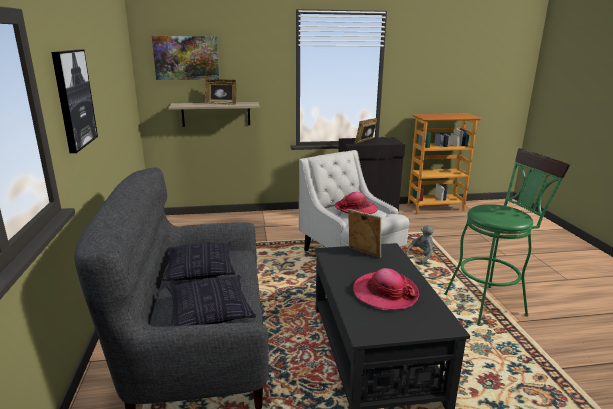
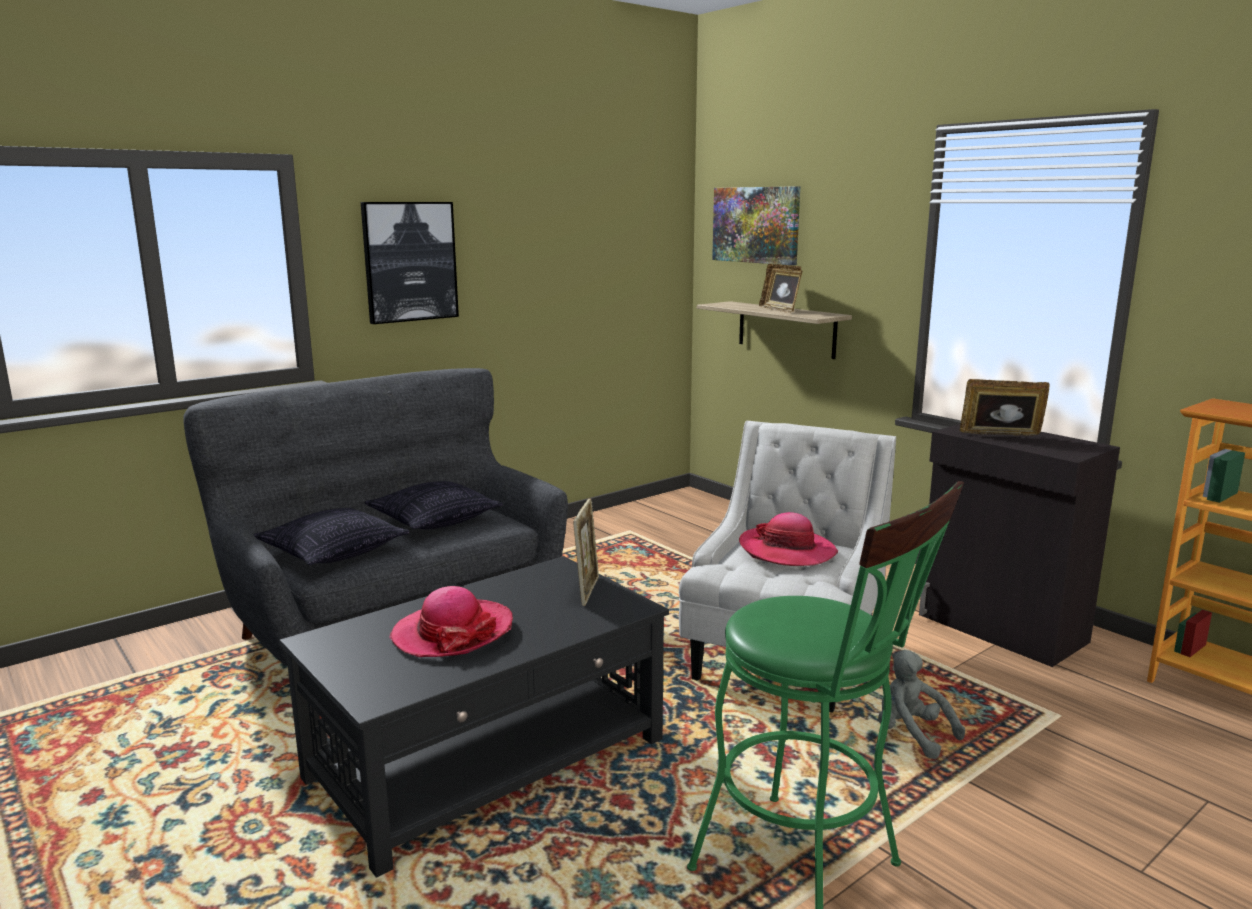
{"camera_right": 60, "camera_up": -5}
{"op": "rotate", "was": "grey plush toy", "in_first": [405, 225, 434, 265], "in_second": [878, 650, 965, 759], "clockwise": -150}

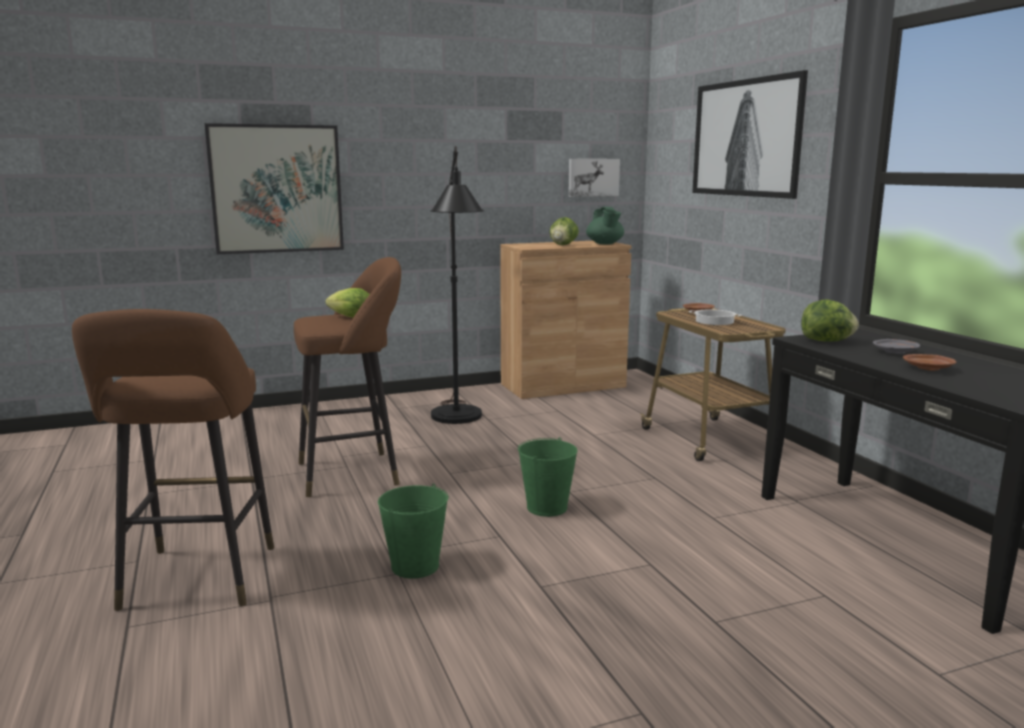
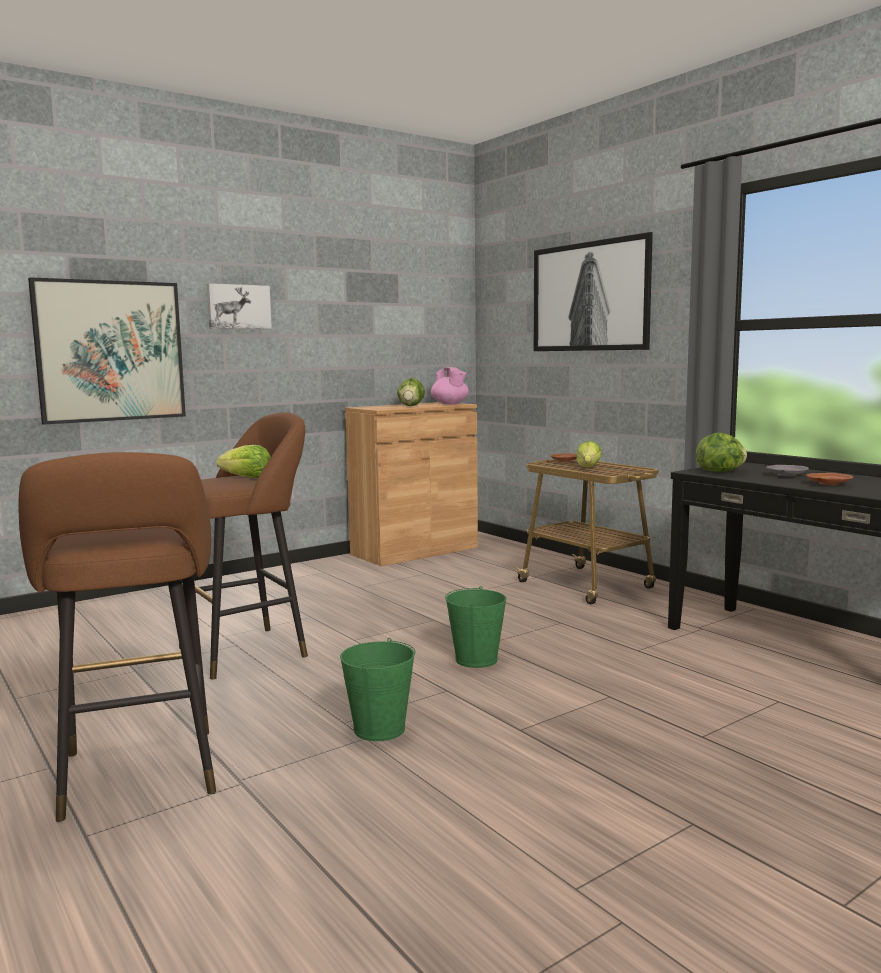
{"camera_right": -15, "camera_up": -5}
{"op": "delete", "was": "black floor lamp", "in_first": [430, 146, 484, 424]}
{"op": "move", "was": "picture", "in_first": [568, 159, 620, 197], "in_second": [207, 283, 272, 329]}
{"op": "recolor", "was": "green teapot", "now": "pink teapot", "in_first": [586, 207, 624, 244], "in_second": [431, 367, 469, 404]}
{"op": "replace", "was": "cooking pot", "now": "lettuce", "in_first": [689, 309, 742, 325], "in_second": [576, 441, 602, 467]}

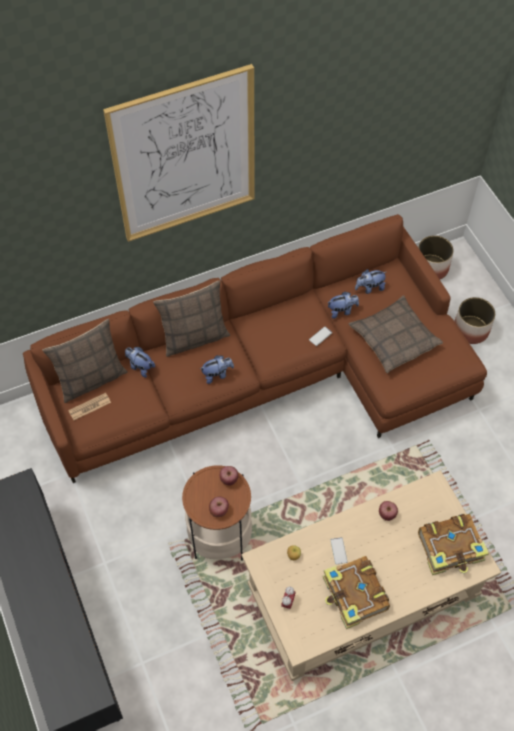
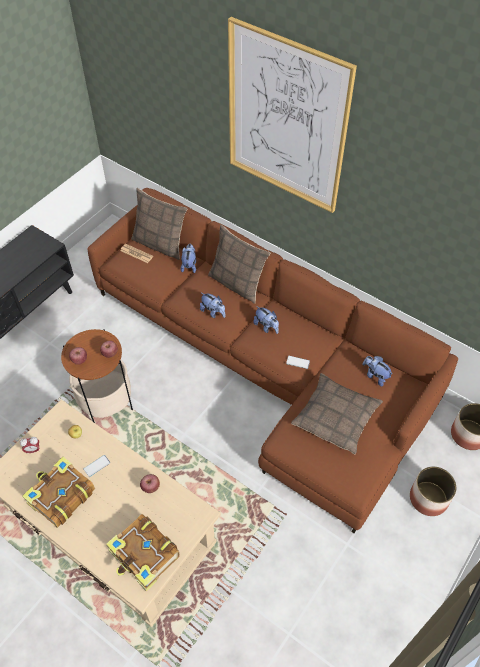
{"camera_right": 60, "camera_up": -5}
{"op": "move", "was": "plush toy", "in_first": [327, 292, 359, 319], "in_second": [253, 306, 279, 334]}

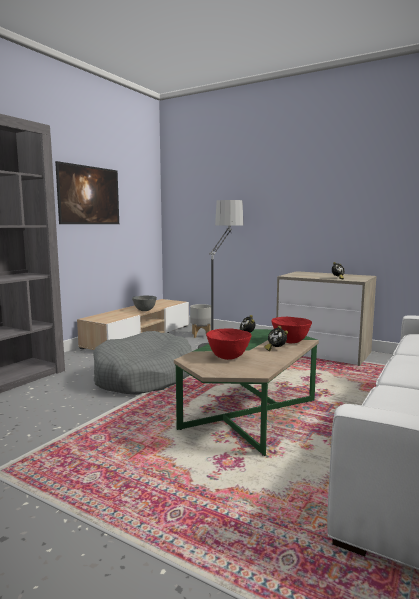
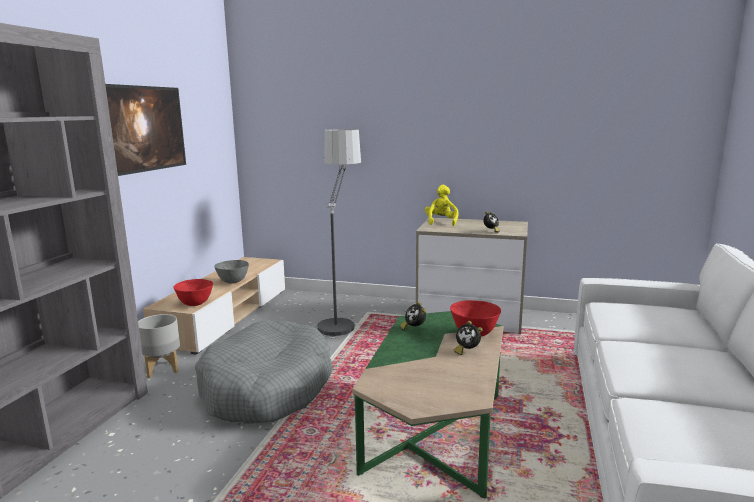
{"camera_right": -15, "camera_up": 5}
{"op": "move", "was": "grey planter", "in_first": [190, 304, 211, 338], "in_second": [138, 314, 180, 378]}
{"op": "move", "was": "red bowl", "in_first": [206, 328, 252, 360], "in_second": [174, 279, 213, 306]}
{"op": "insert", "now": "yellow plush toy", "in_second": [425, 185, 458, 226]}

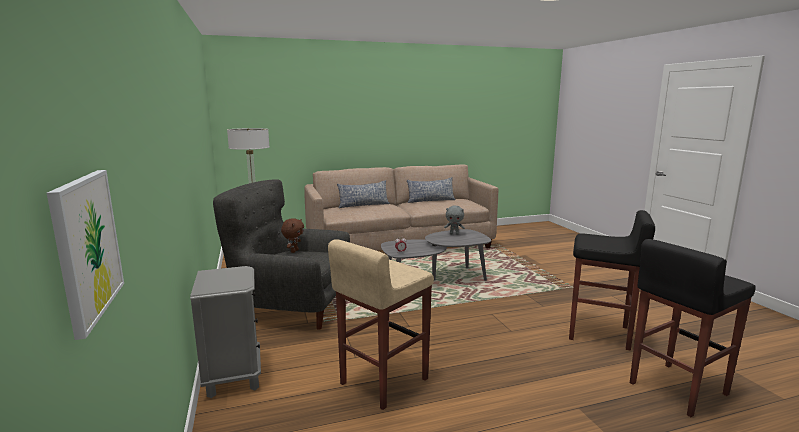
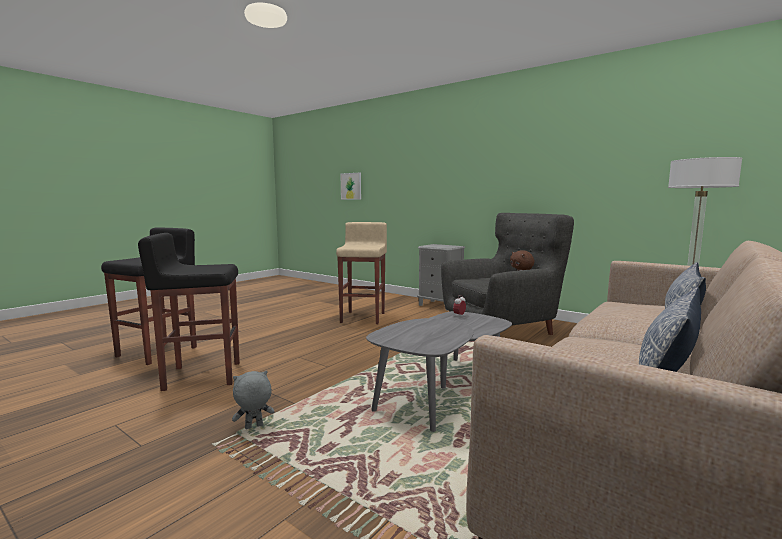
{"camera_right": 145, "camera_up": -5}
{"op": "move", "was": "grey plush toy", "in_first": [444, 206, 465, 235], "in_second": [232, 371, 274, 429]}

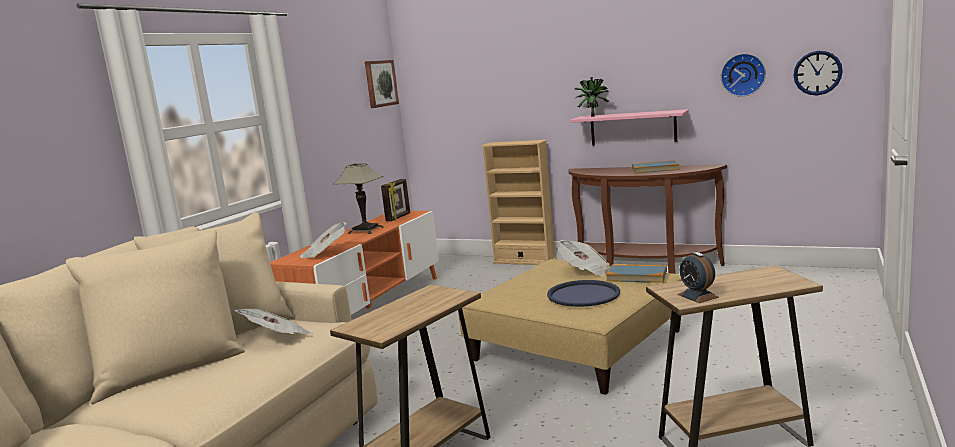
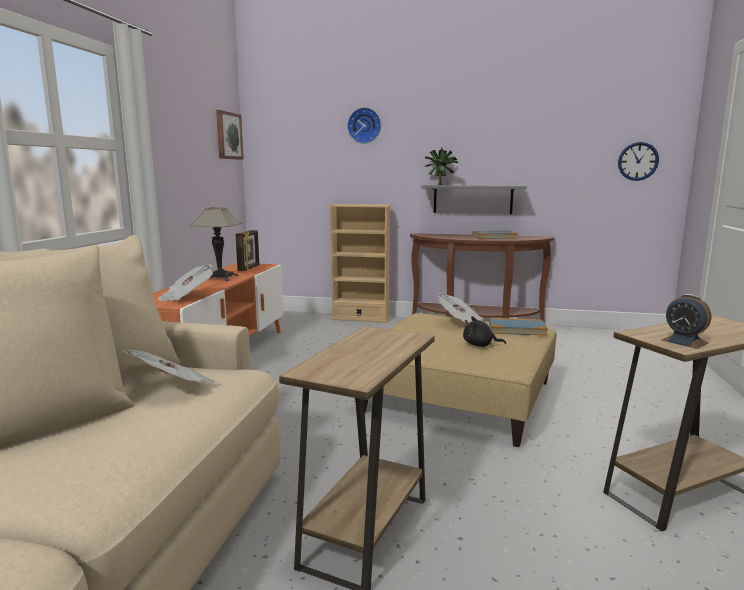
{"camera_right": -15, "camera_up": 0}
{"op": "replace", "was": "blue tray", "now": "black plush toy", "in_first": [547, 280, 620, 307], "in_second": [463, 316, 506, 347]}
{"op": "recolor", "was": "pink shelf", "now": "grey shelf", "in_first": [570, 109, 689, 146], "in_second": [421, 185, 527, 214]}
{"op": "move", "was": "wall clock", "in_first": [721, 53, 766, 97], "in_second": [347, 107, 381, 144]}

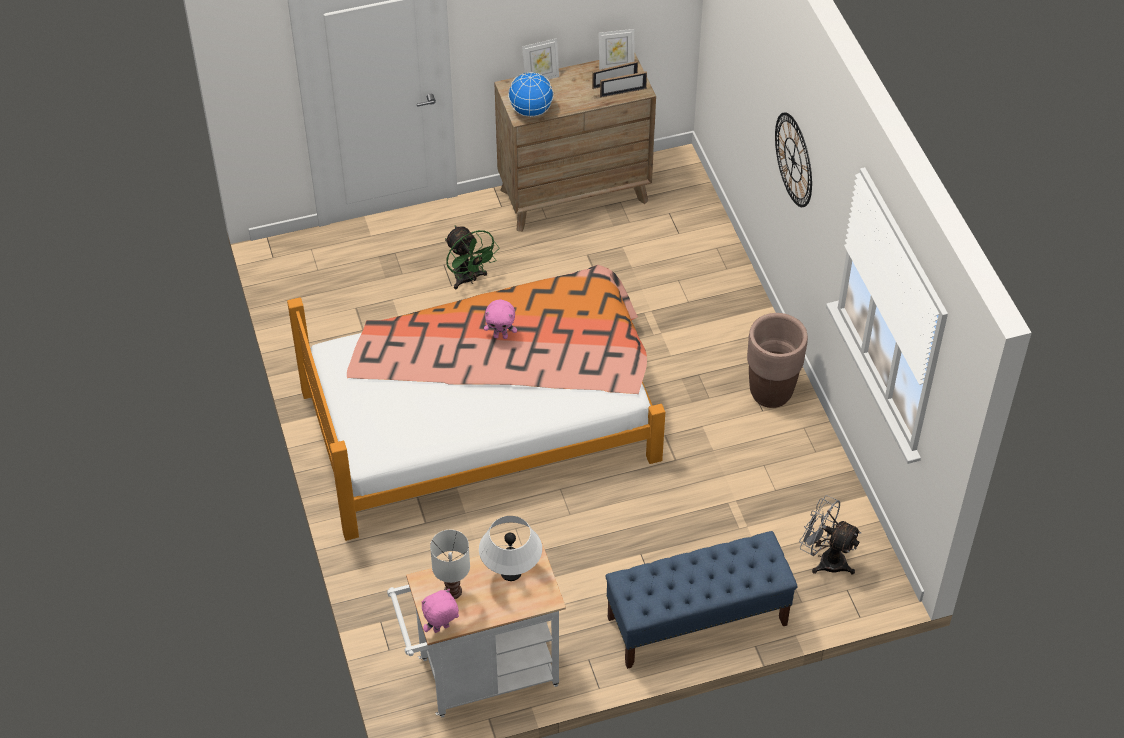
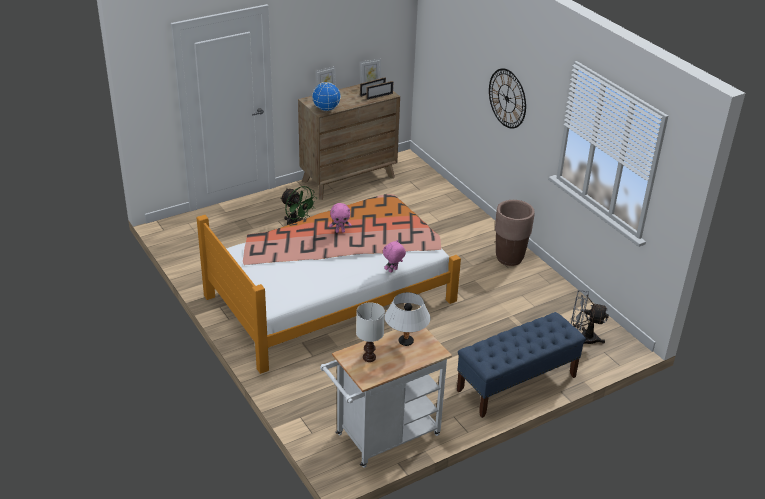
{"camera_right": -15, "camera_up": -15}
{"op": "move", "was": "pink plush toy", "in_first": [421, 589, 459, 633], "in_second": [383, 240, 406, 273]}

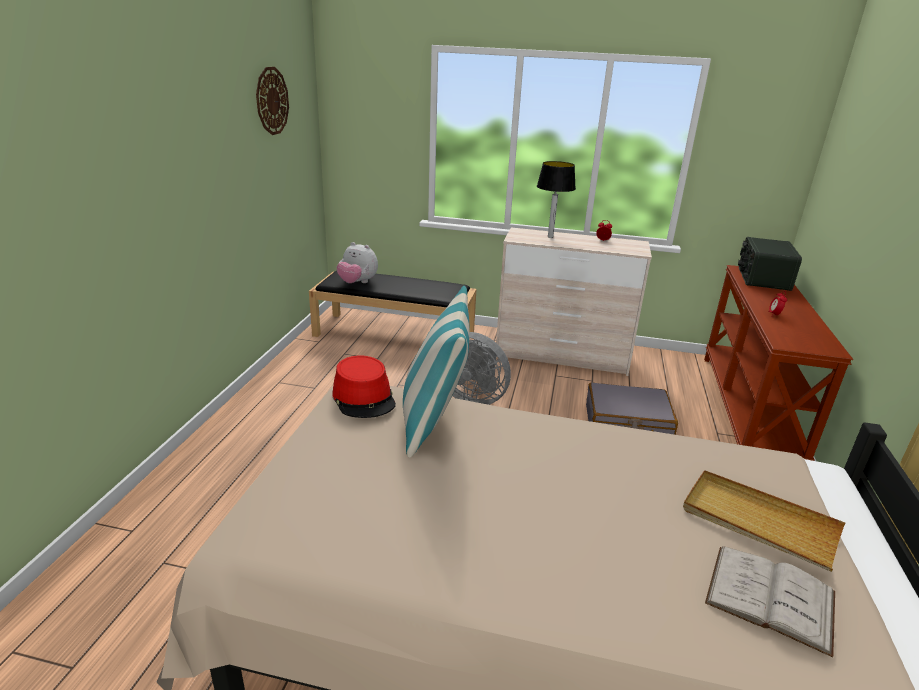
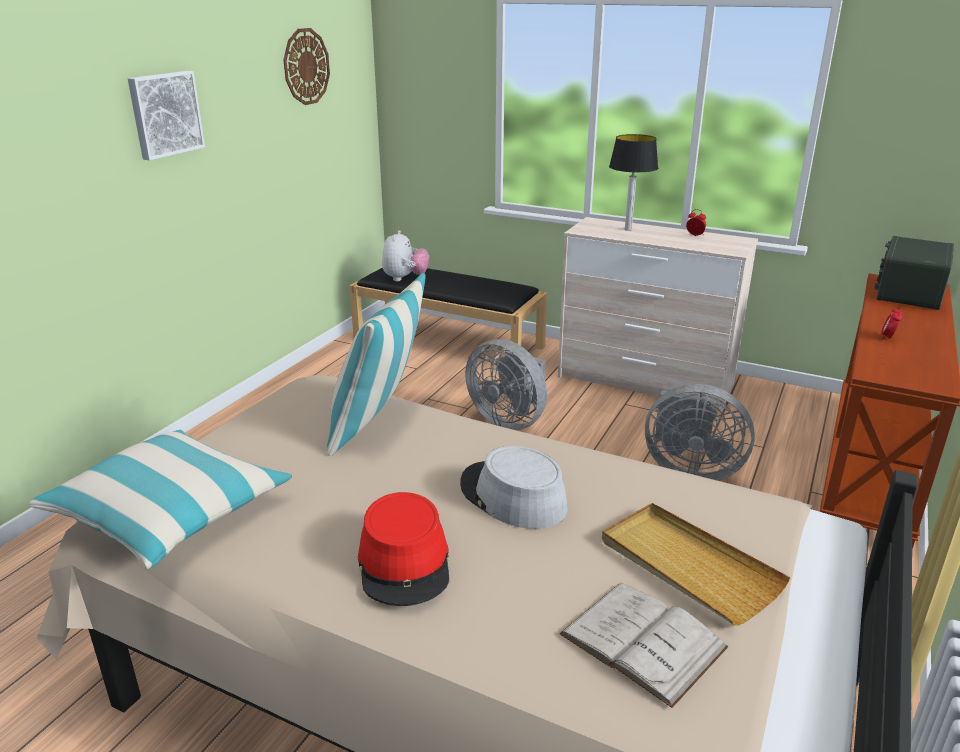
{"camera_right": 15, "camera_up": 0}
{"op": "move", "was": "red hat", "in_first": [332, 355, 396, 418], "in_second": [358, 492, 449, 606]}
{"op": "rotate", "was": "plush toy", "in_first": [337, 242, 378, 283], "in_second": [382, 230, 429, 281], "clockwise": -120}
{"op": "replace", "was": "grey suitcase", "now": "grey fan", "in_first": [586, 382, 678, 435], "in_second": [645, 384, 755, 481]}
{"op": "insert", "now": "pillow", "in_second": [28, 429, 292, 569]}
{"op": "insert", "now": "picture", "in_second": [128, 71, 205, 160]}
{"op": "insert", "now": "grey hat", "in_second": [460, 446, 568, 529]}

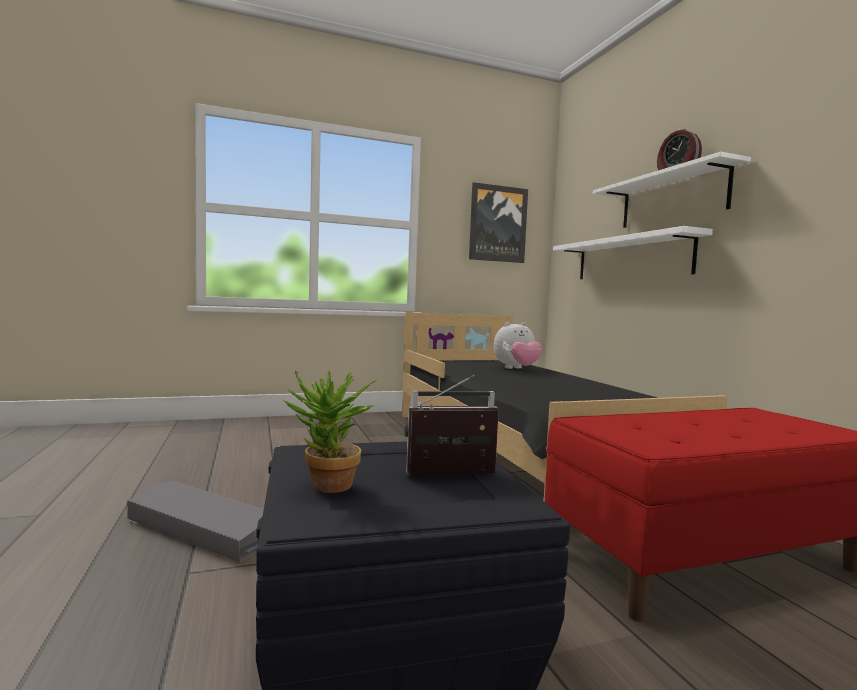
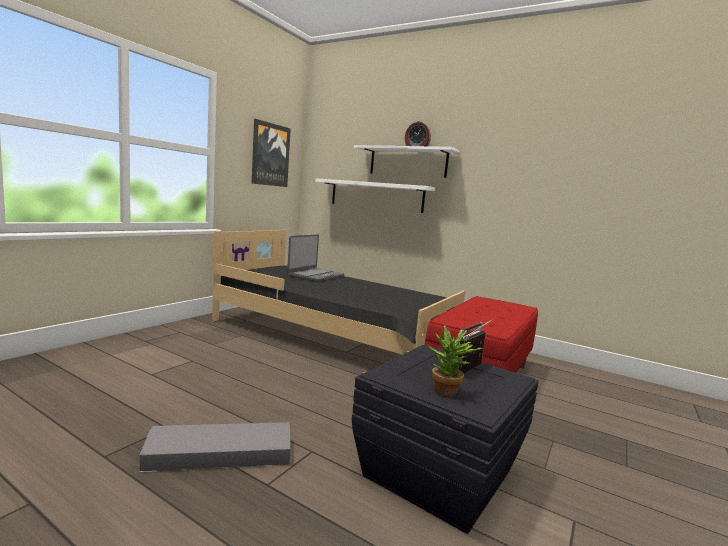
{"camera_right": -40, "camera_up": 5}
{"op": "replace", "was": "plush toy", "now": "laptop", "in_first": [494, 322, 542, 369], "in_second": [287, 234, 344, 282]}

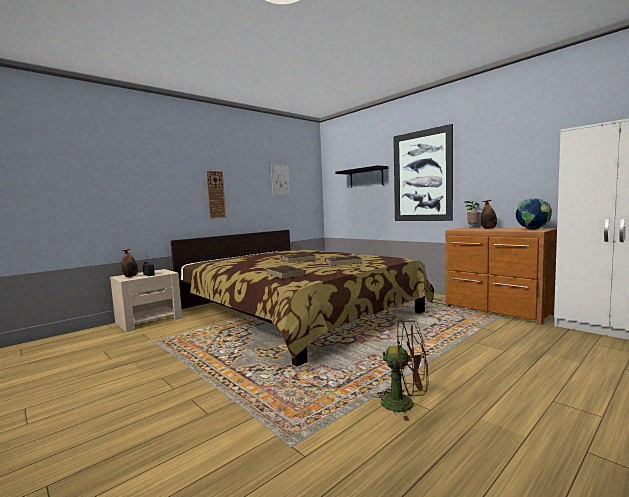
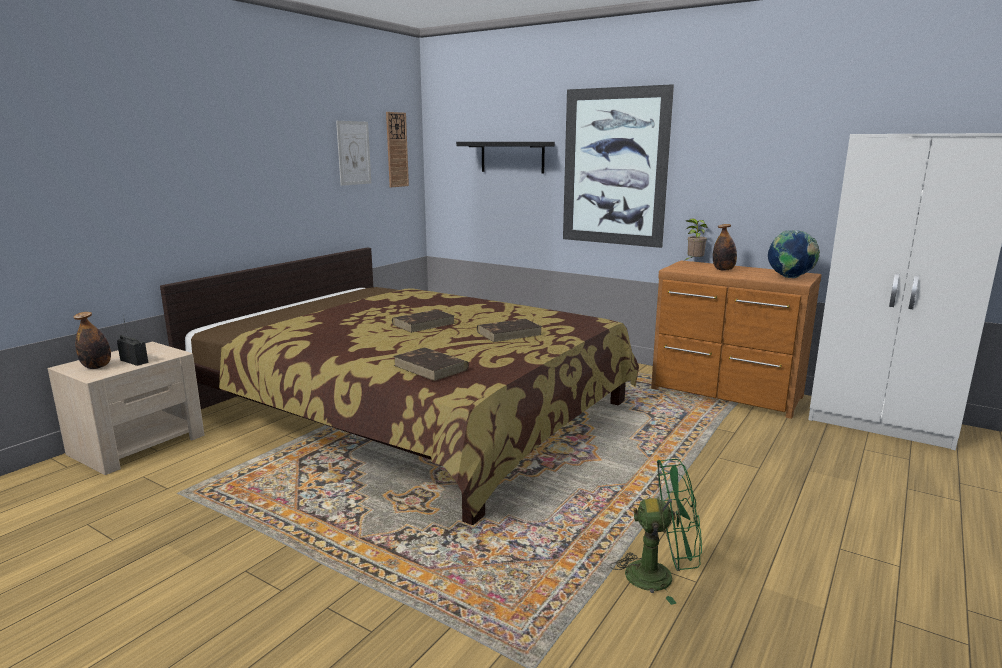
{"camera_right": -15, "camera_up": 10}
{"op": "move", "was": "wall clock", "in_first": [206, 171, 226, 219], "in_second": [386, 112, 409, 187]}
{"op": "recolor", "was": "brown fan", "now": "green fan", "in_first": [373, 320, 428, 421], "in_second": [610, 459, 702, 605]}

